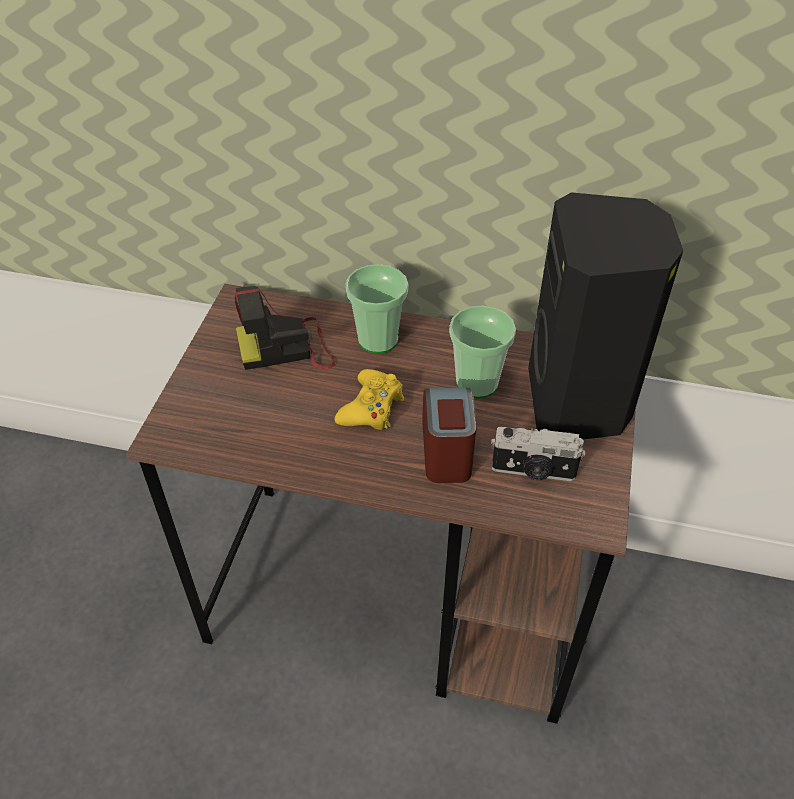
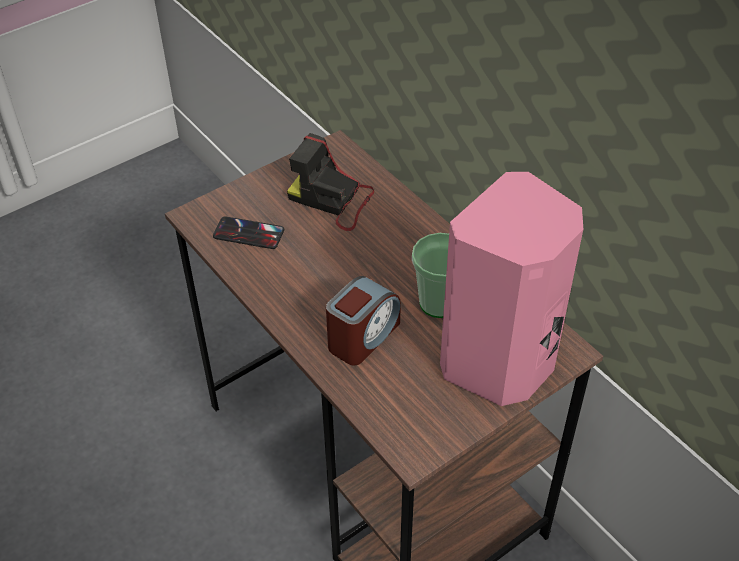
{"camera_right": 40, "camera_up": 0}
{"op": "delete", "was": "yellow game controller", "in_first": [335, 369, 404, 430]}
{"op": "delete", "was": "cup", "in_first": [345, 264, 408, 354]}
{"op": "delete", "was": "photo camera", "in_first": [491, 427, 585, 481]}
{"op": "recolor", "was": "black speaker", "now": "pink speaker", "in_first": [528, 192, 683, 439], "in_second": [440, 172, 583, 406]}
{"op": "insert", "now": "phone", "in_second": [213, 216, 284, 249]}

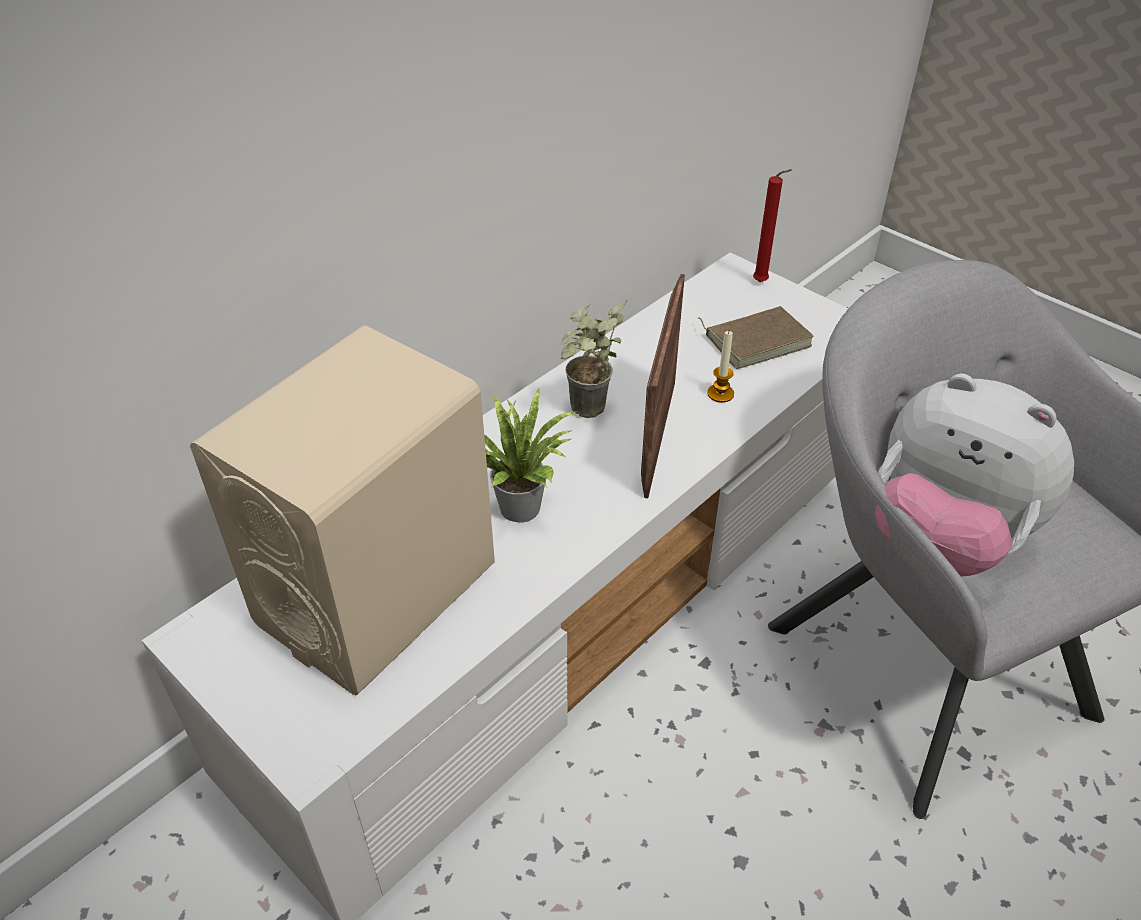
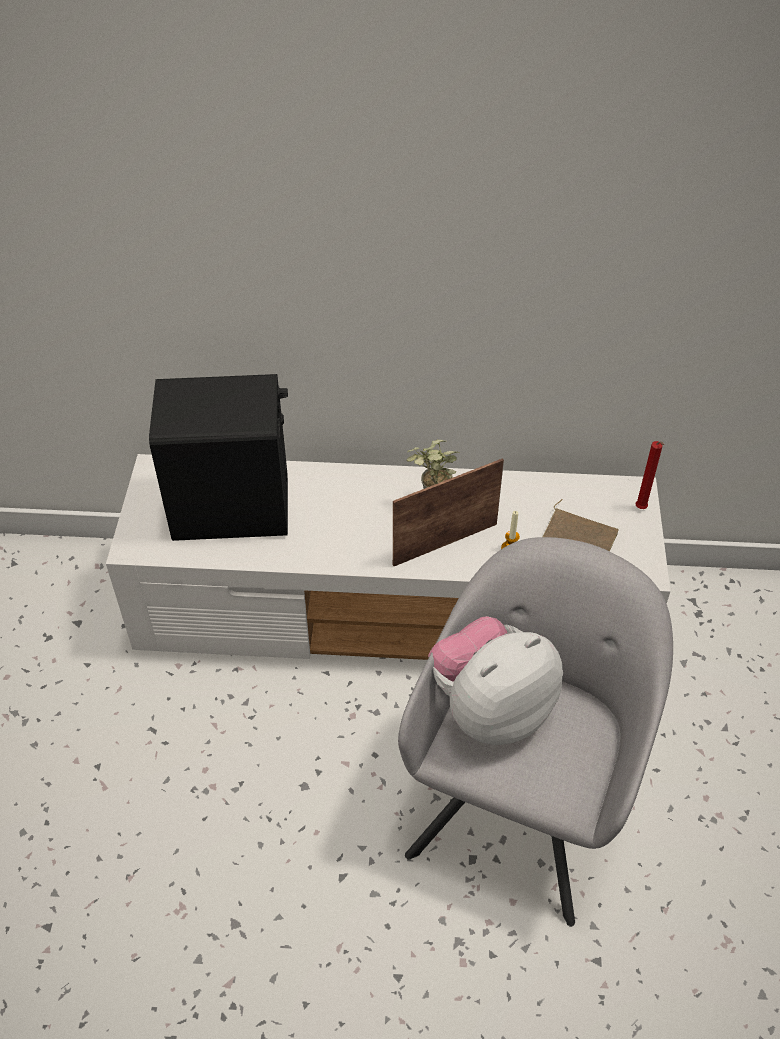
{"camera_right": 50, "camera_up": 5}
{"op": "recolor", "was": "beige speaker", "now": "black speaker", "in_first": [190, 325, 495, 695], "in_second": [149, 374, 288, 541]}
{"op": "delete", "was": "potted plant", "in_first": [484, 387, 577, 523]}
{"op": "rotate", "was": "plush toy", "in_first": [875, 373, 1074, 577], "in_second": [428, 616, 563, 745], "clockwise": 60}

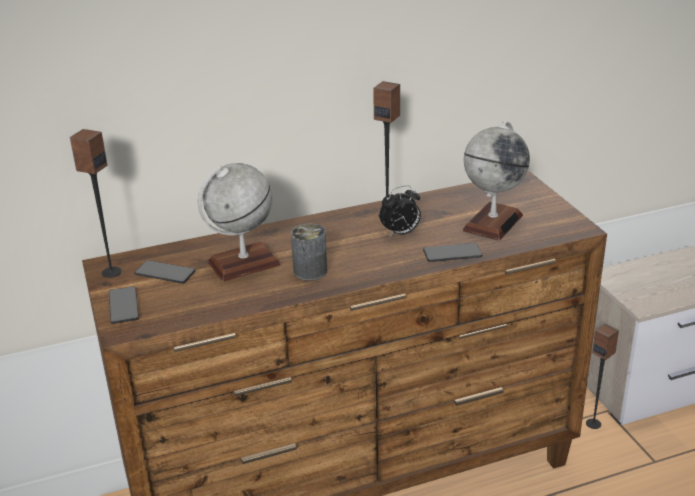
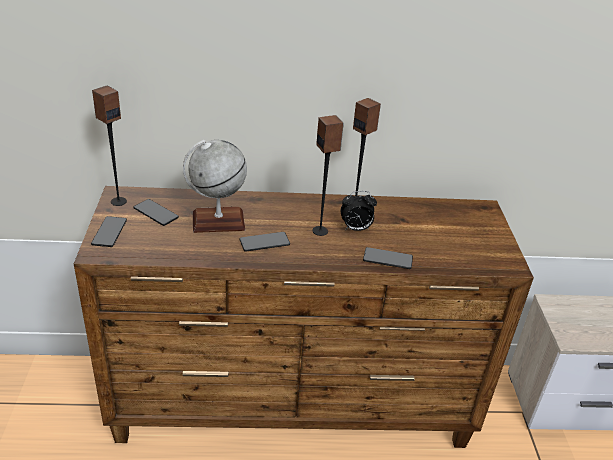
{"camera_right": 15, "camera_up": 5}
{"op": "replace", "was": "can", "now": "phone", "in_first": [291, 224, 327, 281], "in_second": [239, 232, 290, 252]}
{"op": "delete", "was": "globe", "in_first": [463, 121, 530, 241]}
{"op": "move", "was": "speaker", "in_first": [586, 324, 619, 429], "in_second": [312, 115, 344, 236]}

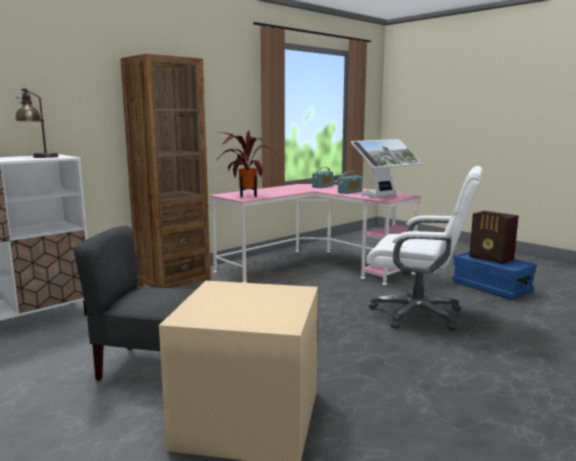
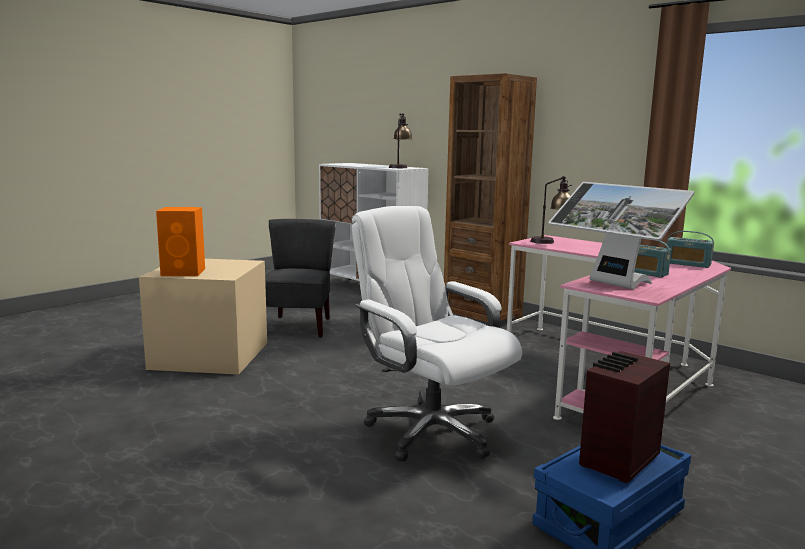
{"camera_right": 85, "camera_up": 0}
{"op": "replace", "was": "potted plant", "now": "table lamp", "in_first": [218, 130, 276, 197], "in_second": [530, 176, 572, 244]}
{"op": "rotate", "was": "white office chair", "in_first": [366, 166, 483, 331], "in_second": [352, 206, 522, 462], "clockwise": 120}
{"op": "insert", "now": "orange speaker", "in_second": [156, 207, 205, 276]}

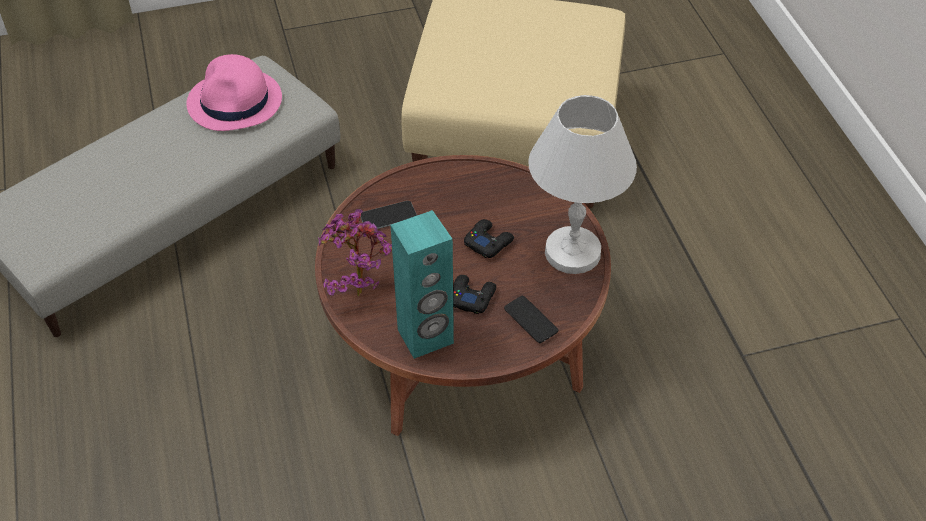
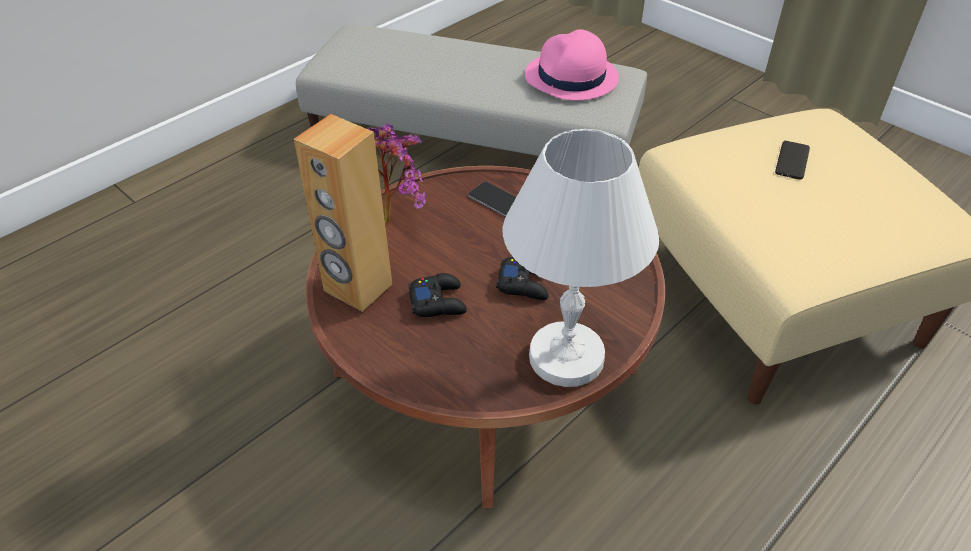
{"camera_right": 60, "camera_up": -5}
{"op": "recolor", "was": "turquoise speaker", "now": "brown speaker", "in_first": [390, 210, 454, 359], "in_second": [294, 114, 392, 312]}
{"op": "move", "was": "phone", "in_first": [504, 296, 558, 343], "in_second": [775, 141, 810, 180]}

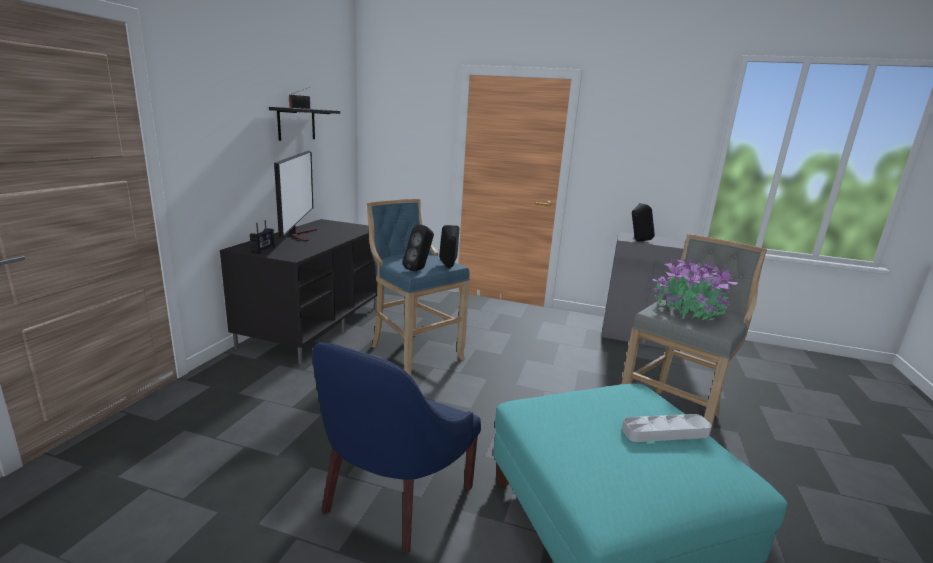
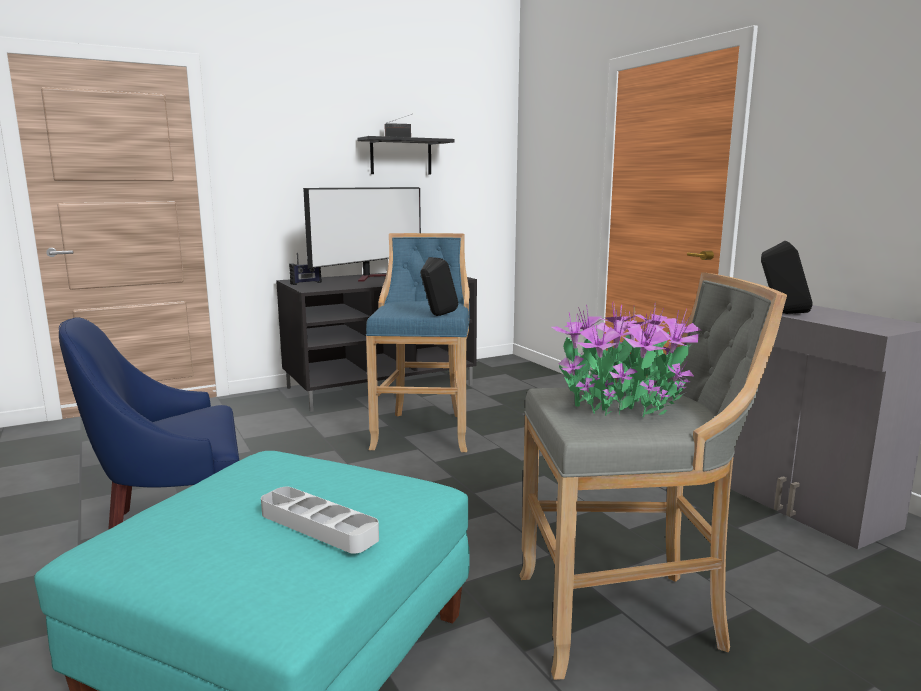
{"camera_right": 45, "camera_up": -5}
{"op": "delete", "was": "black speaker", "in_first": [403, 224, 434, 271]}

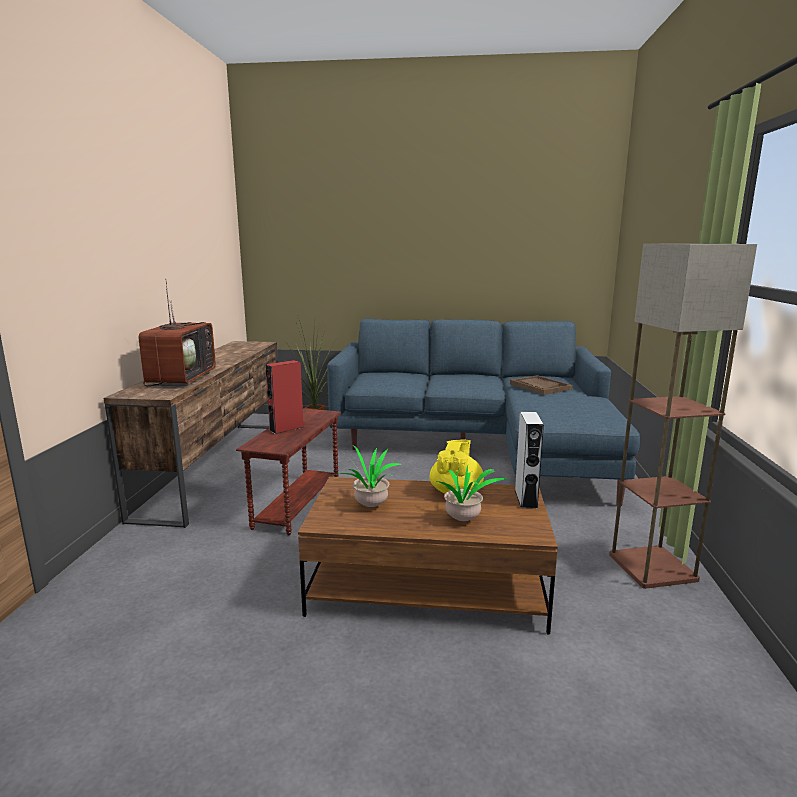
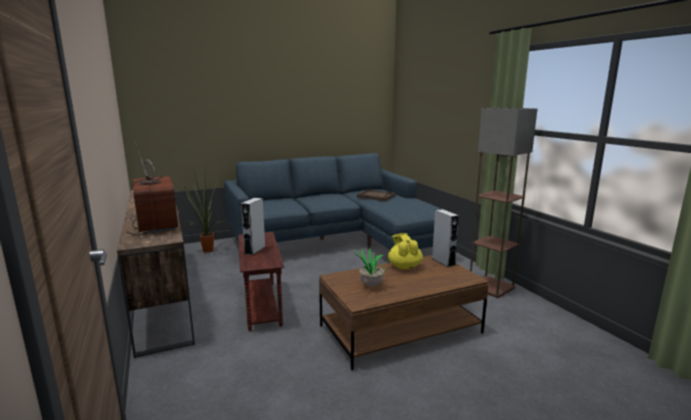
{"camera_right": -30, "camera_up": 0}
{"op": "recolor", "was": "red speaker", "now": "grey speaker", "in_first": [265, 360, 304, 434], "in_second": [241, 198, 265, 255]}
{"op": "delete", "was": "potted plant", "in_first": [437, 465, 507, 521]}

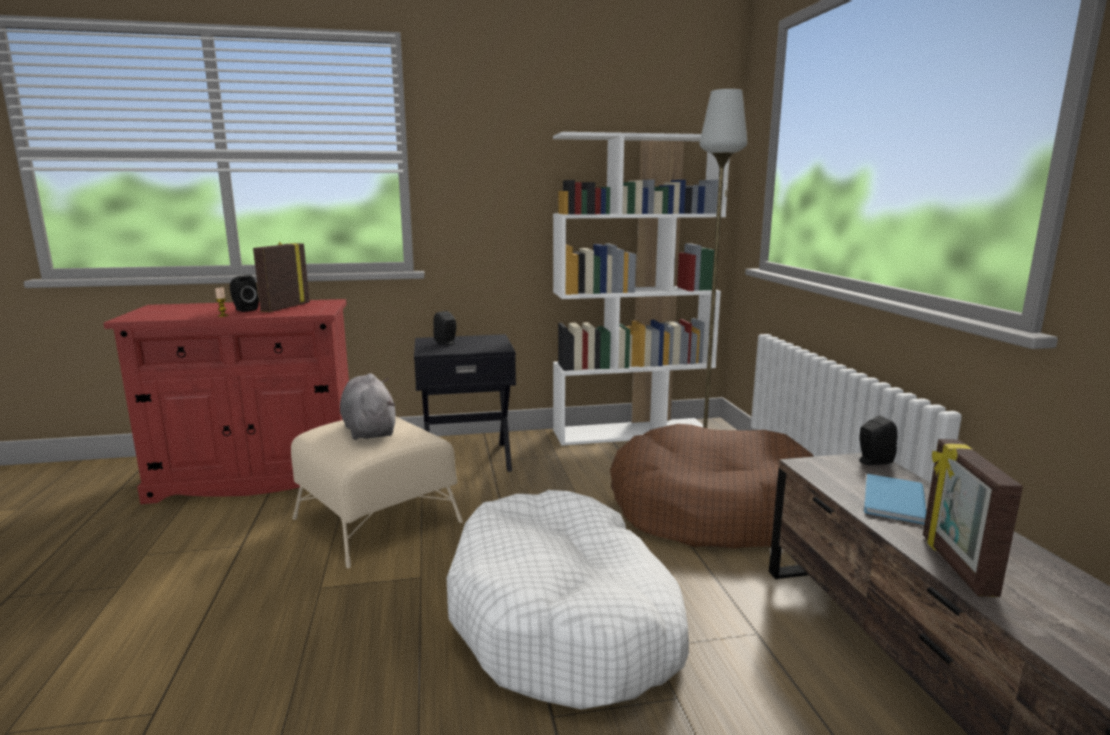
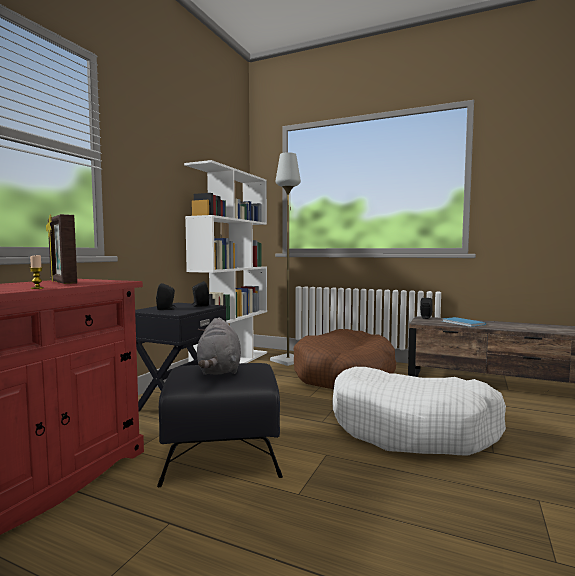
{"camera_right": -55, "camera_up": -10}
{"op": "move", "was": "black speaker", "in_first": [230, 275, 259, 312], "in_second": [192, 281, 209, 307]}
{"op": "recolor", "was": "beige ottoman", "now": "black ottoman", "in_first": [291, 416, 463, 568], "in_second": [157, 363, 283, 487]}
{"op": "rotate", "was": "grey plush toy", "in_first": [340, 374, 396, 440], "in_second": [197, 317, 241, 375], "clockwise": -105}
{"op": "delete", "was": "picture frame", "in_first": [923, 439, 1023, 597]}

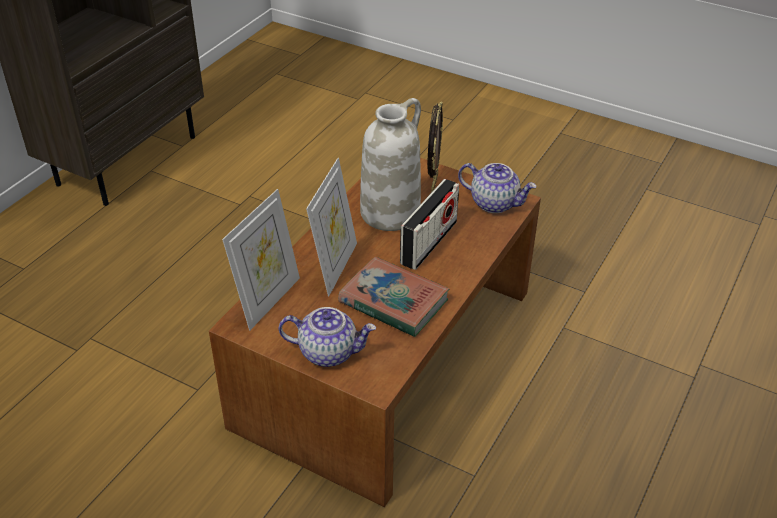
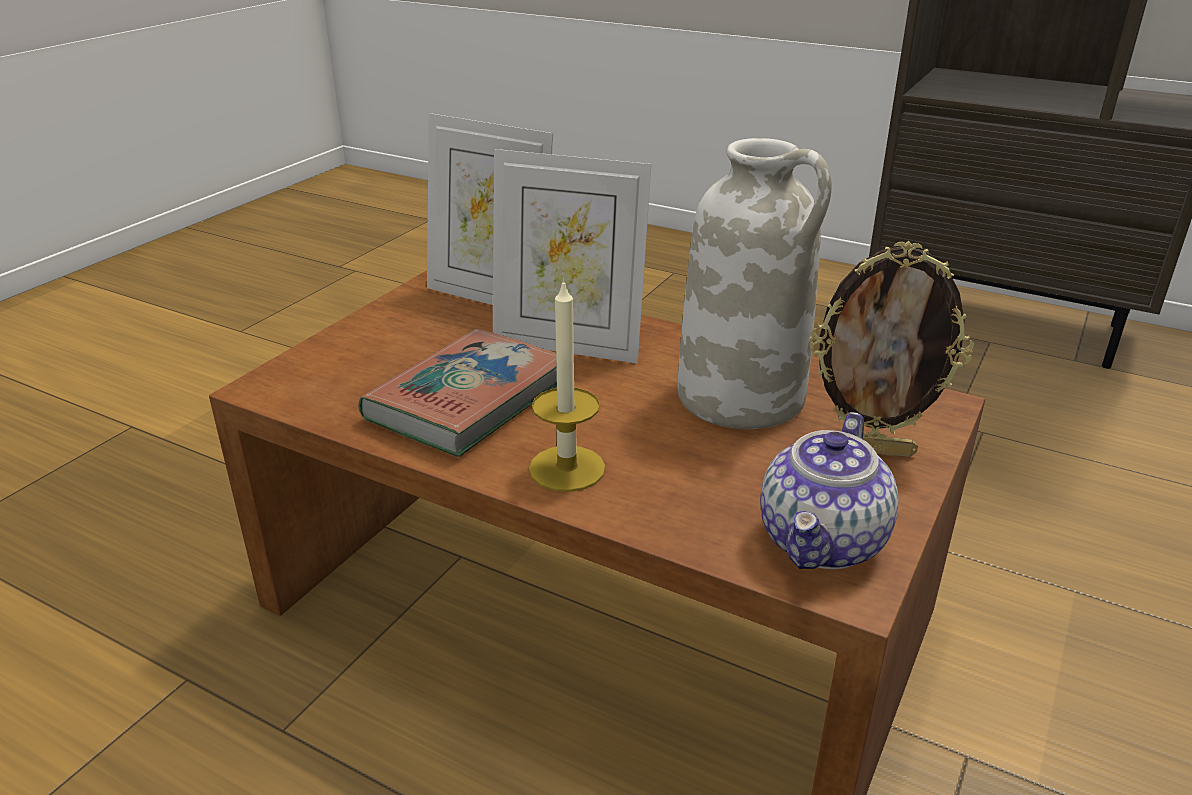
{"camera_right": 90, "camera_up": -10}
{"op": "delete", "was": "teapot", "in_first": [279, 307, 376, 367]}
{"op": "delete", "was": "radio", "in_first": [400, 179, 459, 270]}
{"op": "insert", "now": "candle", "in_second": [529, 278, 606, 492]}

